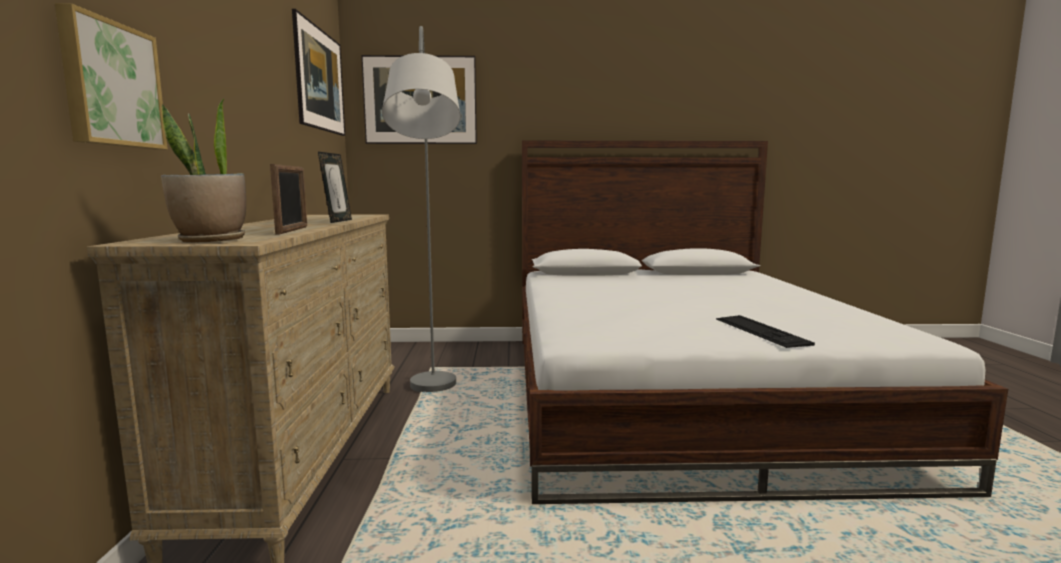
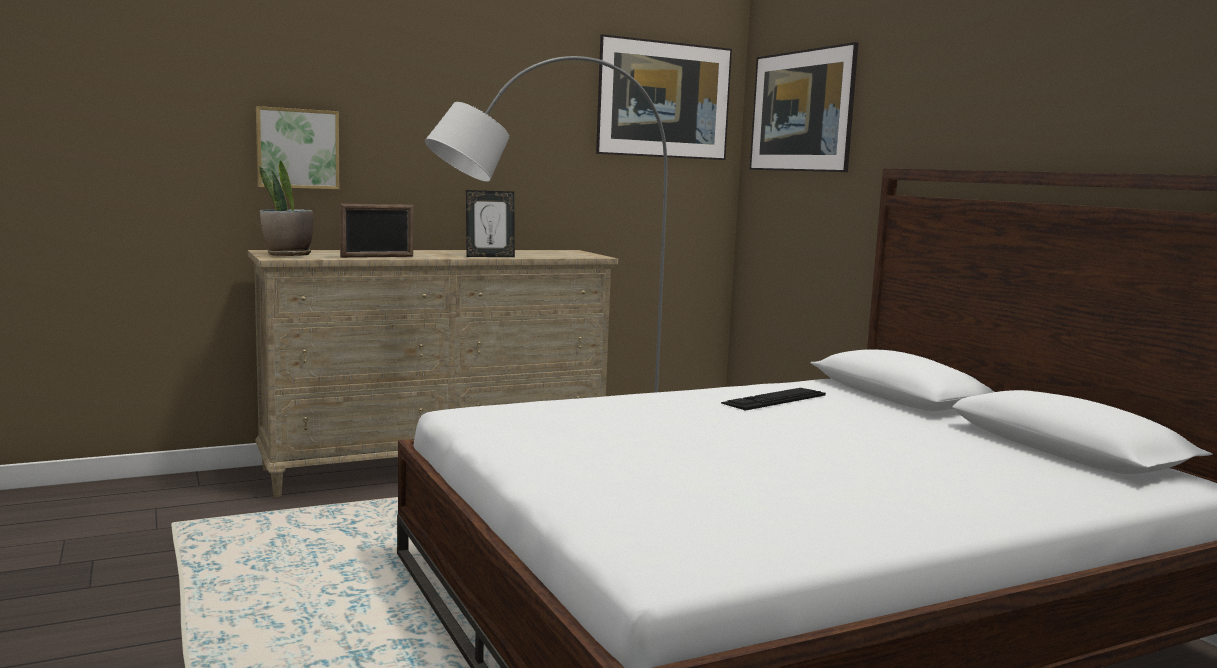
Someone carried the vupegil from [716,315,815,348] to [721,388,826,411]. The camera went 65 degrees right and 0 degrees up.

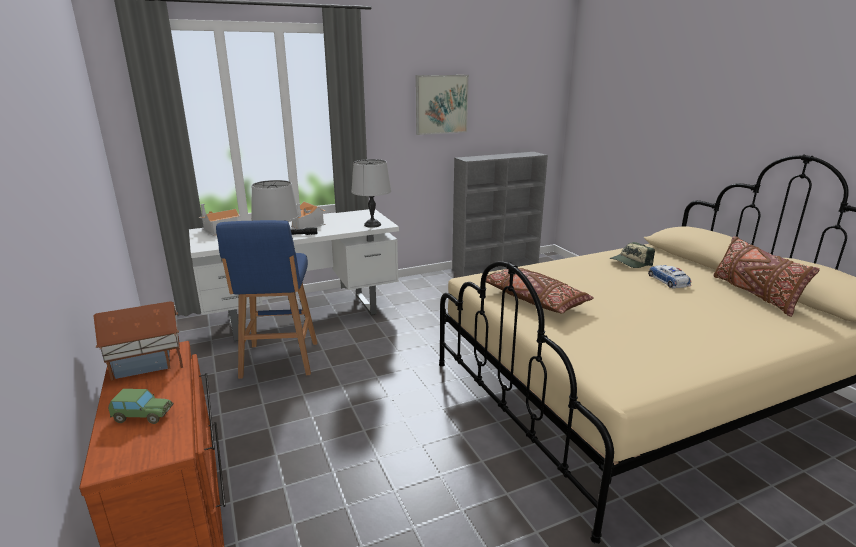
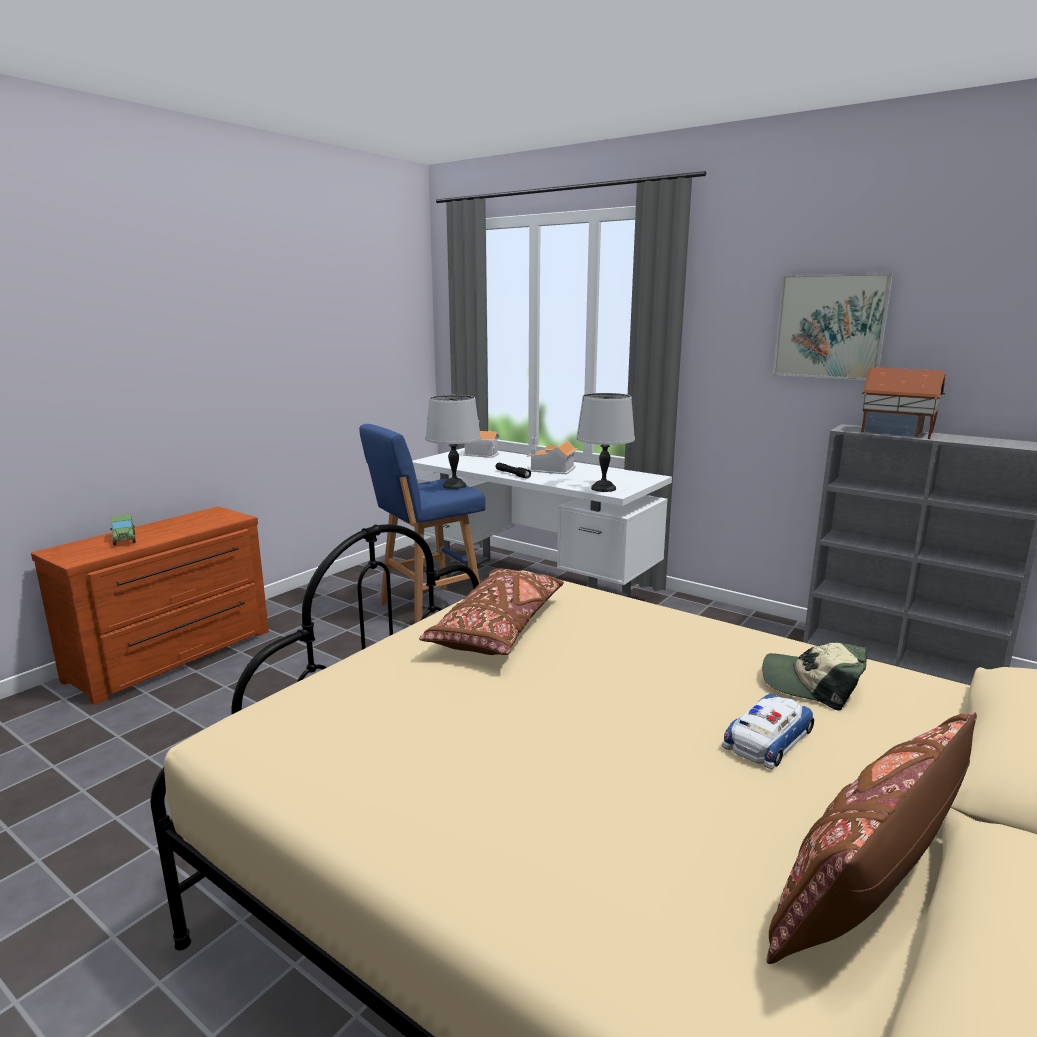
Someone carried the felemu from [93,301,183,381] to [861,367,946,439]. The camera went 60 degrees right and 5 degrees down.

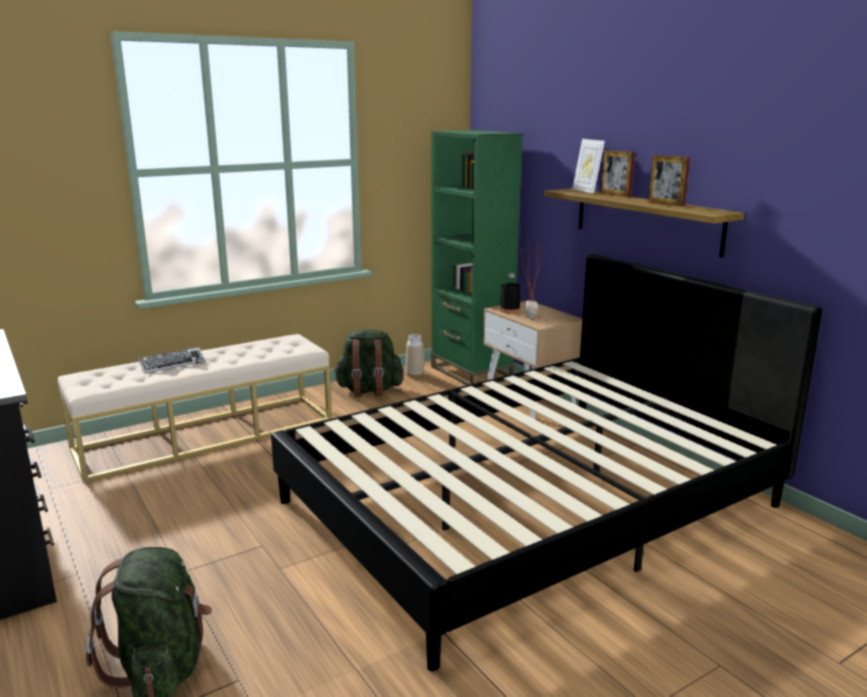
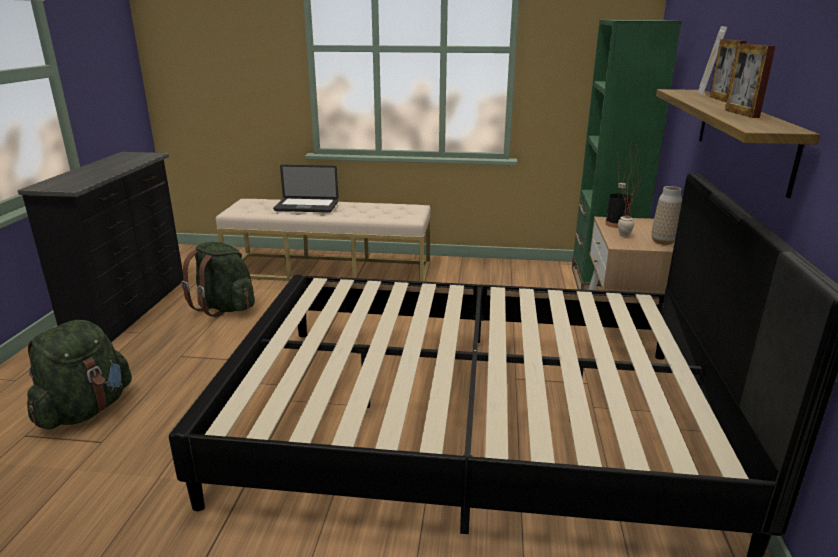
Someone carried the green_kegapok from [334,329,403,397] to [181,242,255,317]. Someone carried the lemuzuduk from [406,334,424,377] to [652,186,682,245]. Someone swapped the vupegil at [138,347,206,374] for the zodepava at [273,165,339,213]. The camera went 40 degrees right and 5 degrees up.

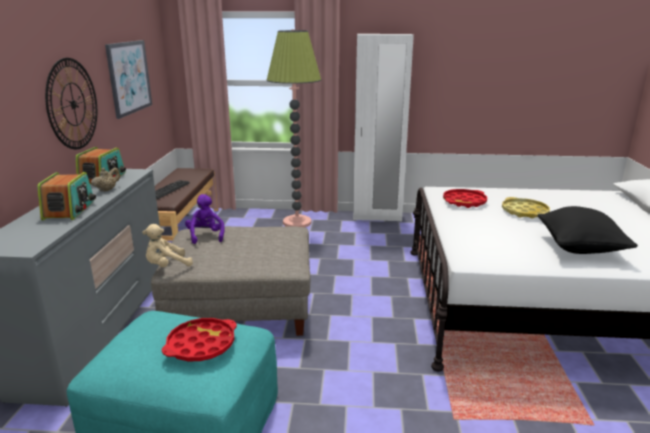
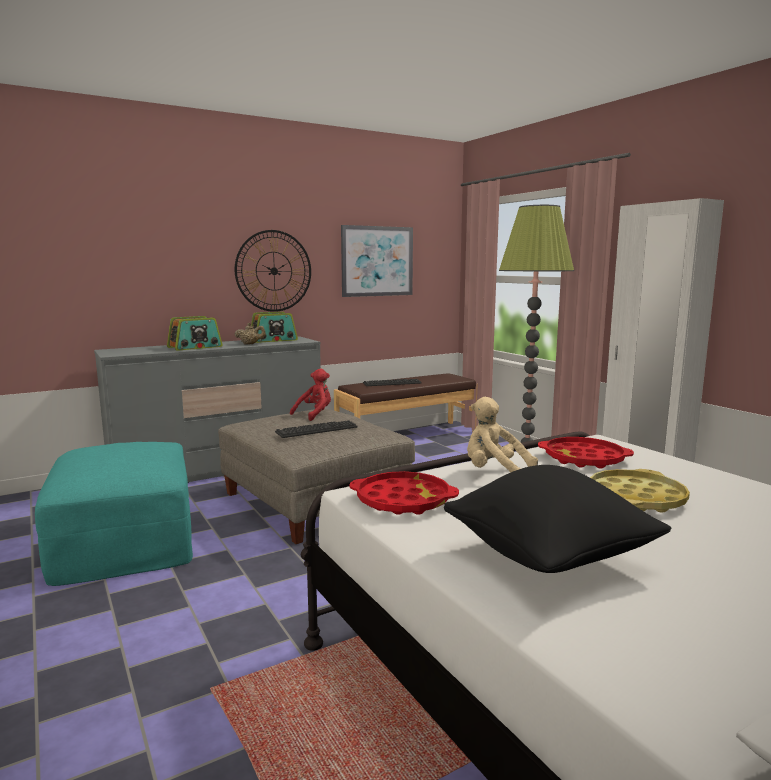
Someone put down the vupegil at [275,420,358,438]. Someone carried the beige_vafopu from [142,224,193,267] to [467,397,538,473]. Someone carried the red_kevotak from [162,318,237,361] to [349,471,459,515]. Someone repainted the purple_vafopu at [185,194,225,244], which became the red_vafopu at [290,369,331,421]. The camera went 55 degrees right and 10 degrees down.

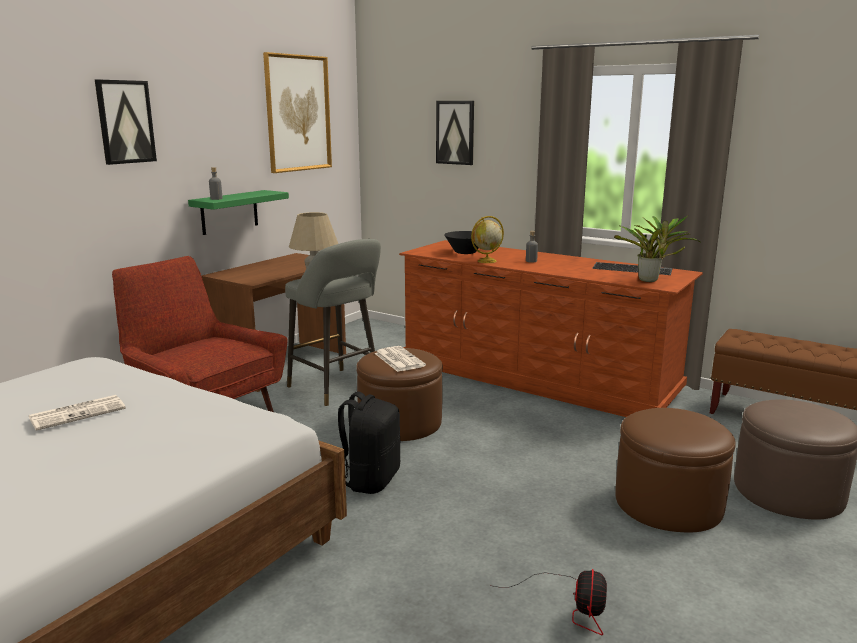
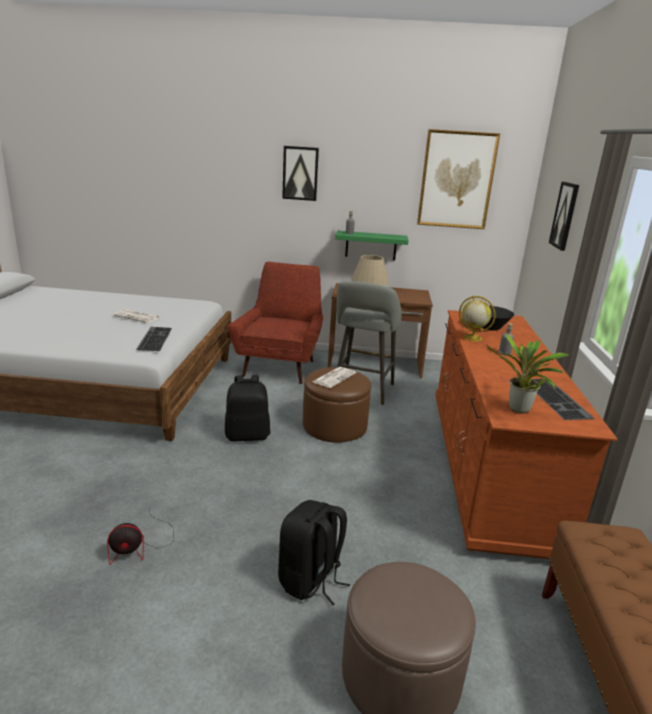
Someone put down the vupegil at [136,327,172,351]. Someone swapped the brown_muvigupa at [615,408,736,532] for the black_kegapok at [278,500,350,605]. The camera went 60 degrees right and 5 degrees up.

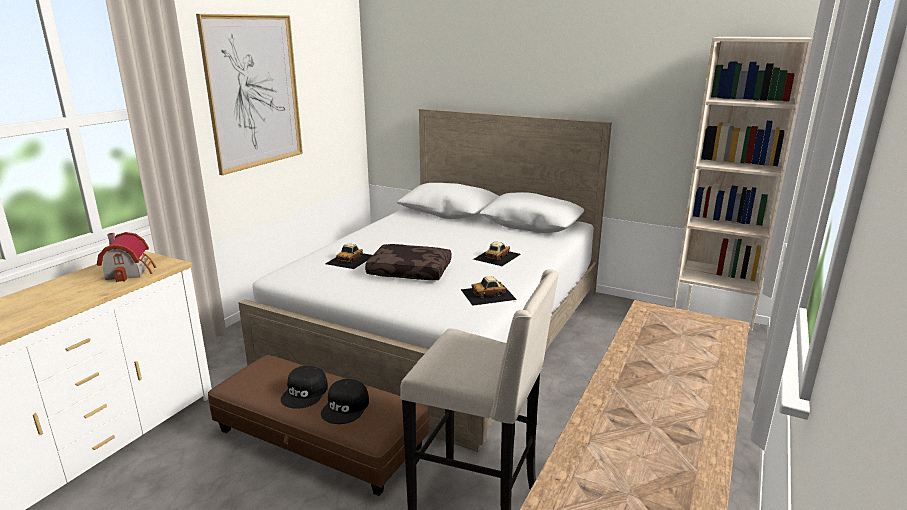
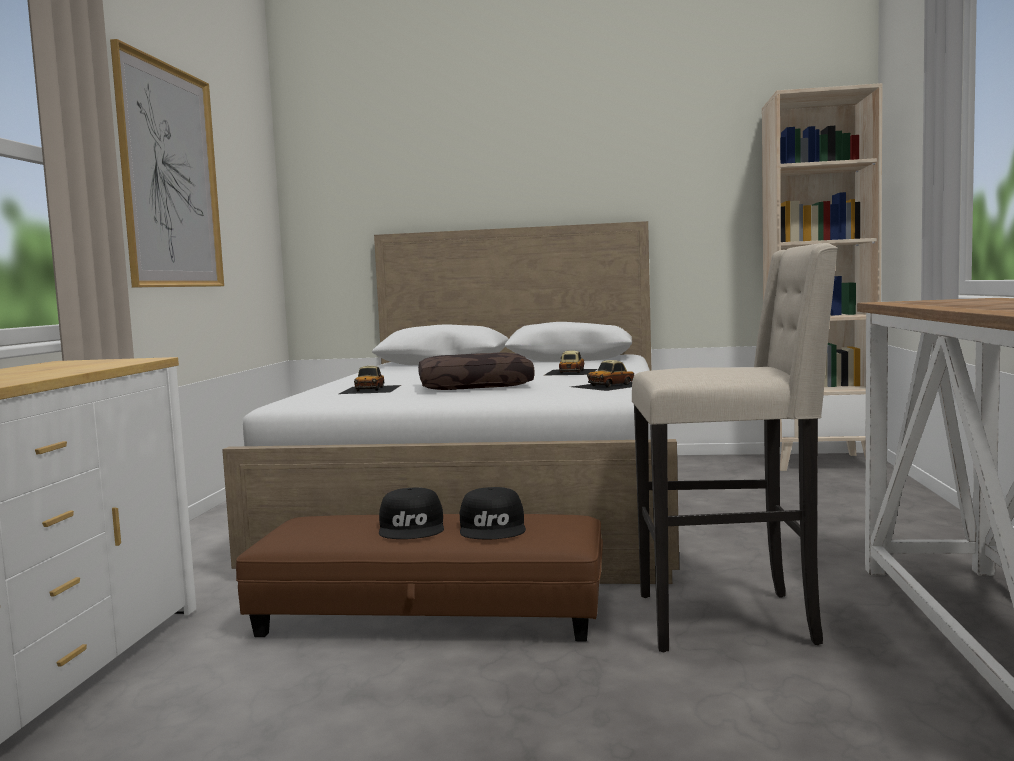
Someone took away the felemu at [97,232,157,282]. The camera went 20 degrees left and 15 degrees down.

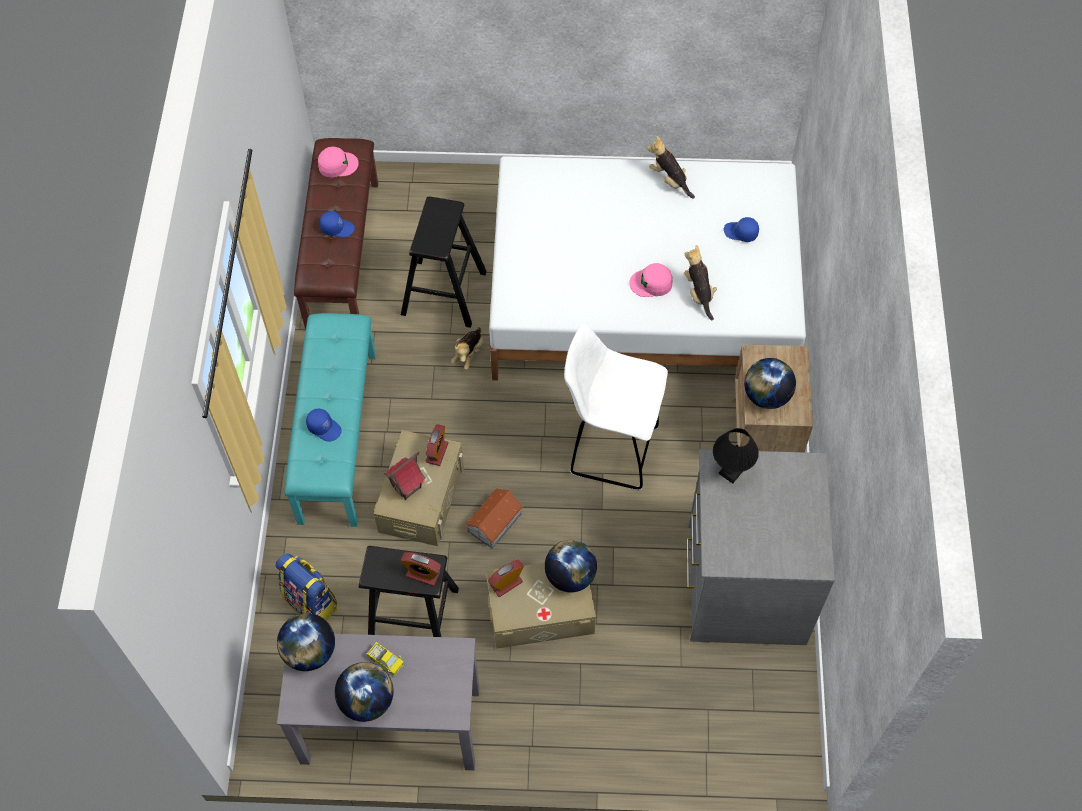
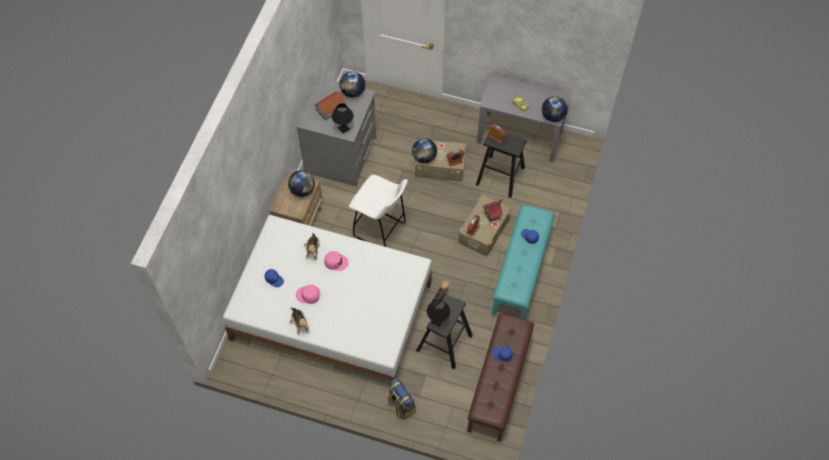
Someone put down the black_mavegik at [427,299,450,327]. Someone carried the kegapok from [276,553,337,620] to [388,378,416,420]. Someone carried the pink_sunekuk from [318,147,359,178] to [296,285,320,304]. Someone carried the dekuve from [335,662,394,722] to [339,71,365,98]. Someone carried the felemu from [465,488,523,549] to [314,92,346,120]. The camera went 165 degrees left and 0 degrees up.

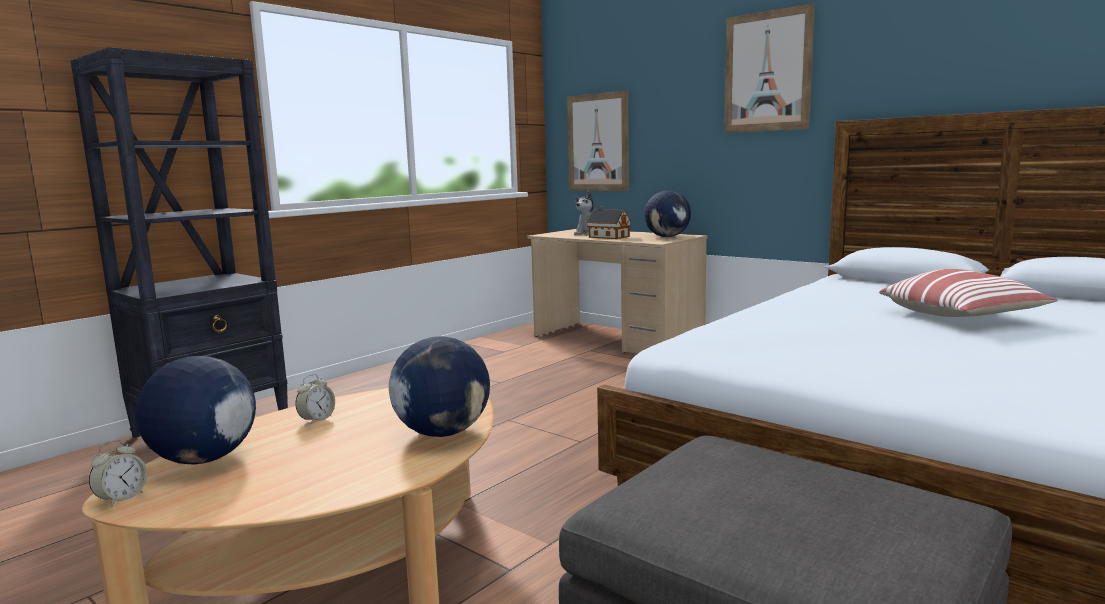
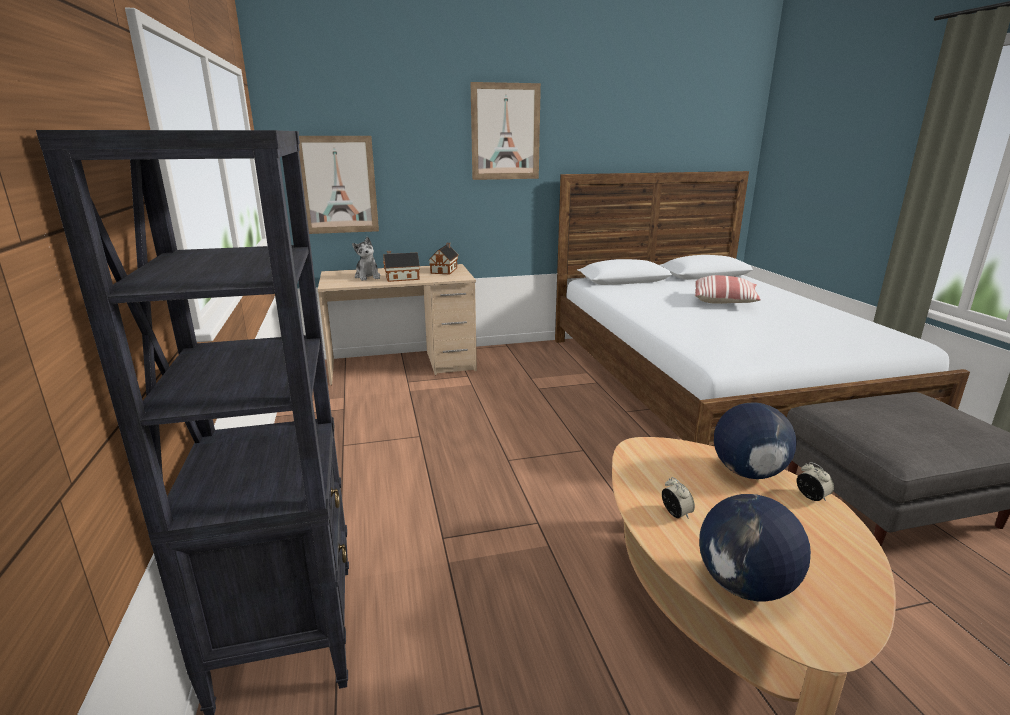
Someone carried the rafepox from [89,440,147,507] to [797,462,834,501]. Someone swapped the dekuve at [644,190,691,237] for the felemu at [428,243,459,275]. The camera went 55 degrees left and 10 degrees up.

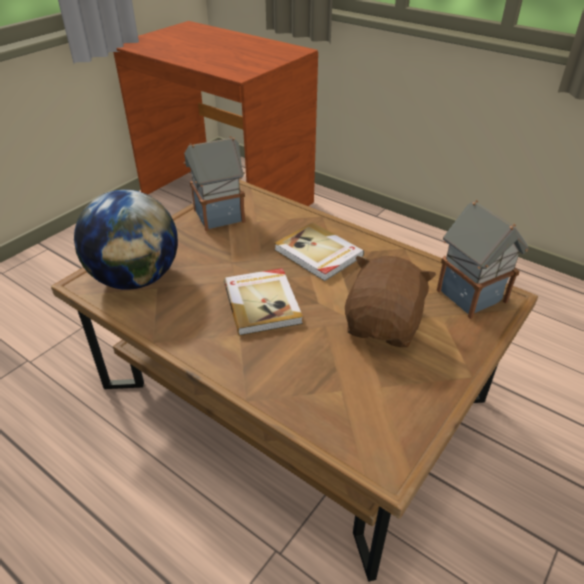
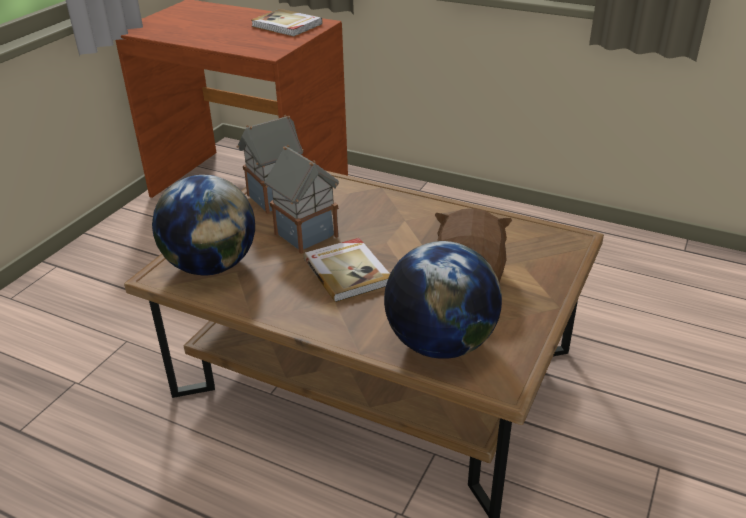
Someone put down the dekuve at [384,241,502,359]. Someone carried the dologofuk from [274,222,364,281] to [252,9,323,36]. Someone carried the felemu from [437,200,529,319] to [264,145,339,254]. The camera went 10 degrees left and 5 degrees down.

